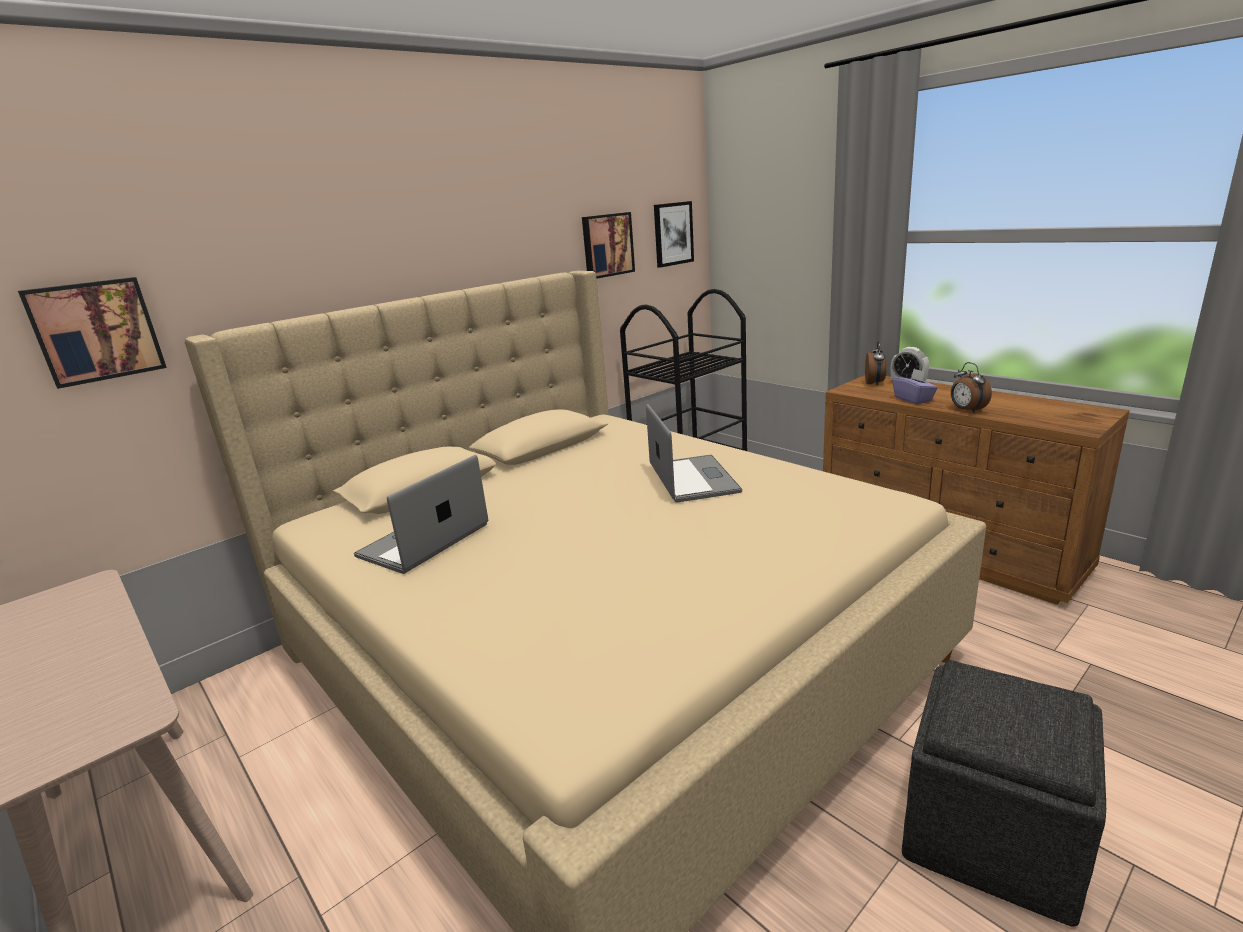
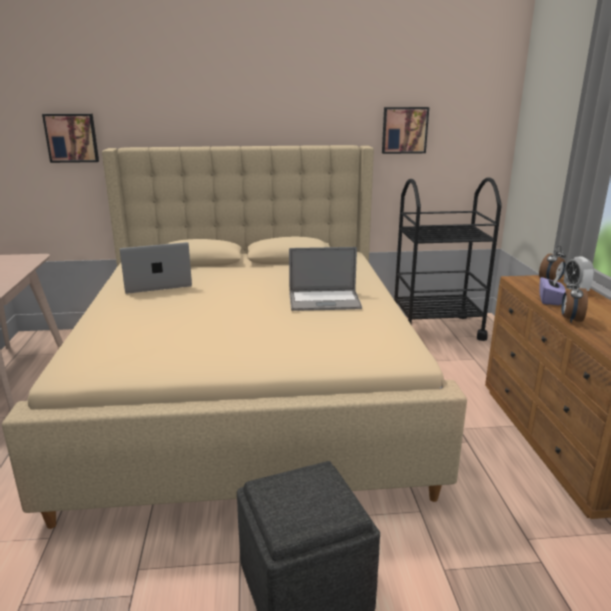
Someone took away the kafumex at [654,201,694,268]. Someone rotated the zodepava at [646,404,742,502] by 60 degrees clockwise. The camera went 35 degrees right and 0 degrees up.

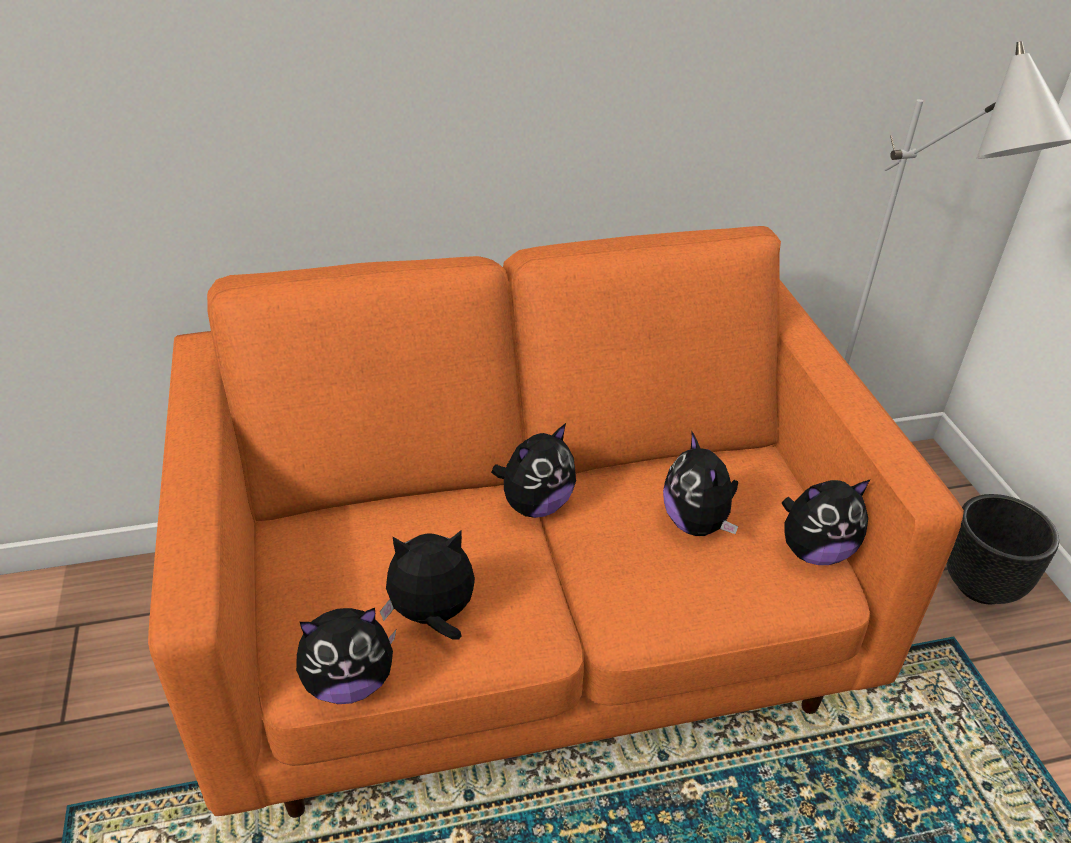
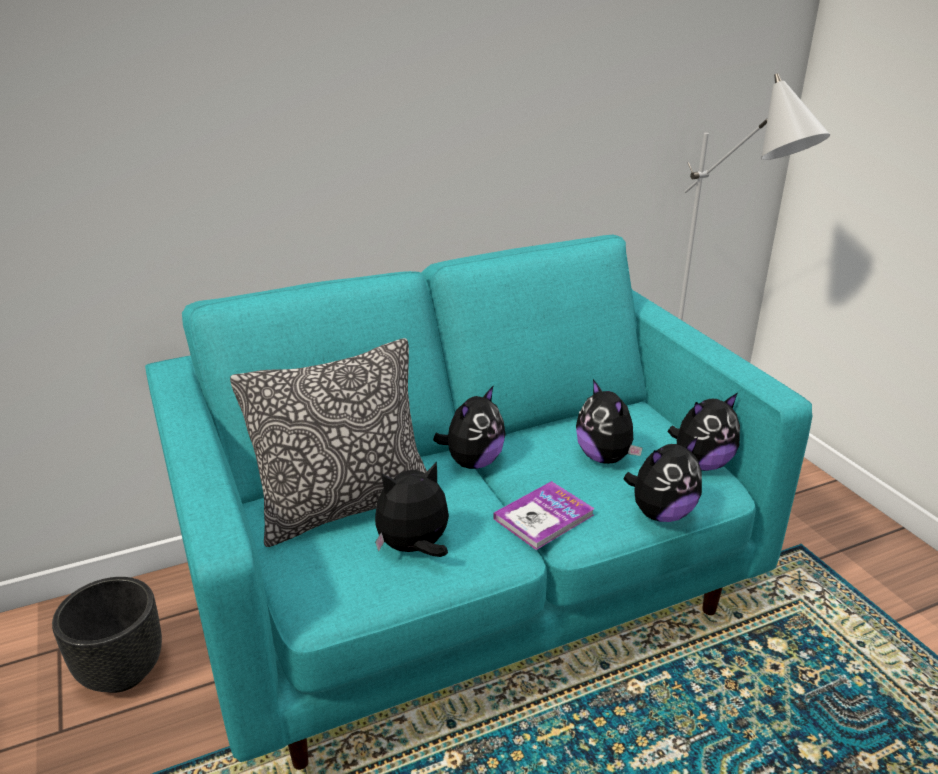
Someone put down the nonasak at [230,338,427,547]. Someone put down the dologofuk at [493,481,595,550]. Someone carried the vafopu from [296,608,396,704] to [624,437,702,522]. Someone carried the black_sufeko from [946,494,1059,605] to [52,577,162,693]. Someone repainted the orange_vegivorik at [148,226,964,818], which became the turquoise_vegivorik at [145,235,812,770]. The camera went 10 degrees left and 10 degrees down.

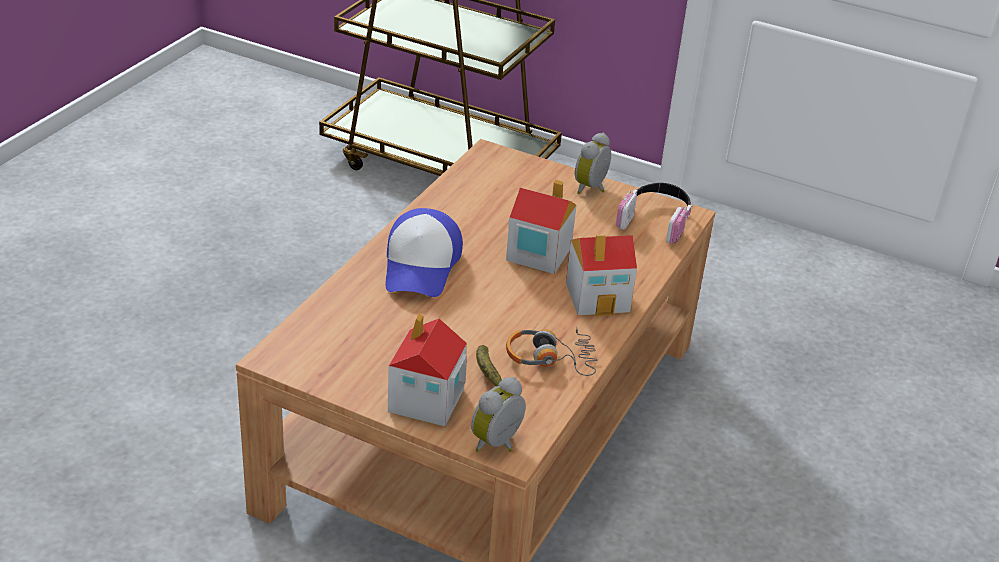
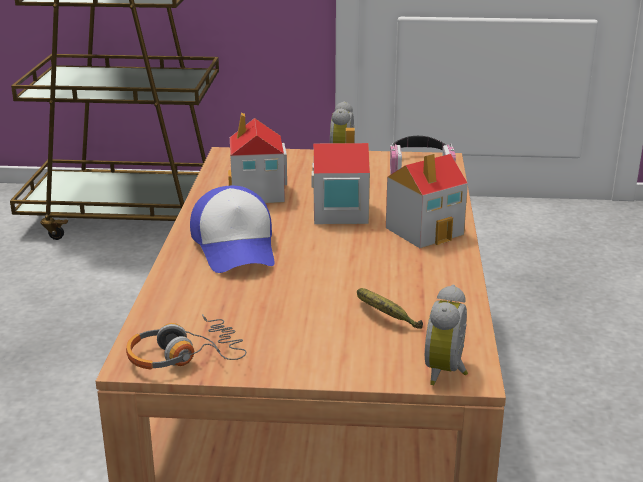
Someone carried the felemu from [388,313,467,427] to [228,112,287,203]. Someone carried the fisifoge from [506,327,598,376] to [126,314,246,369]. The camera went 20 degrees left and 10 degrees down.

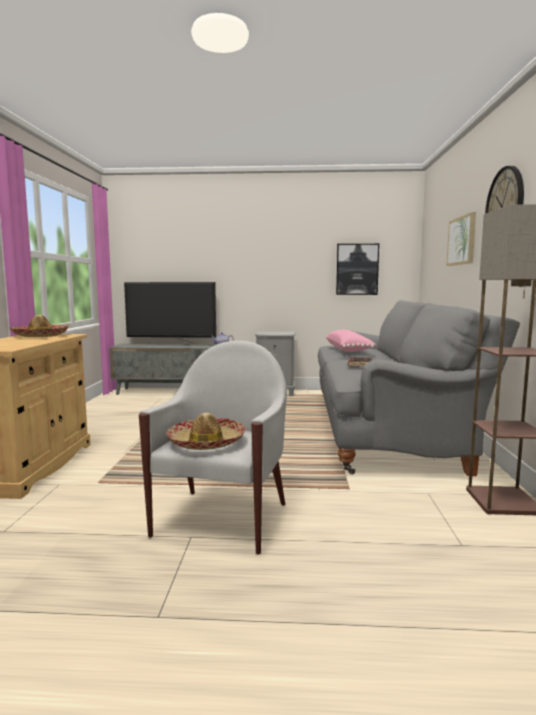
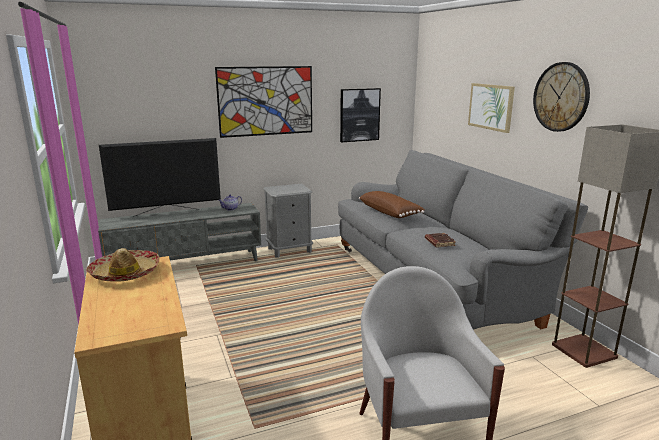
Someone took away the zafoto at [166,412,246,450]. Someone put up the kafumex at [215,66,312,138]. Someone repainted the pink_nonasak at [326,330,376,352], which became the brown_nonasak at [359,191,425,218]. The camera went 25 degrees left and 10 degrees up.

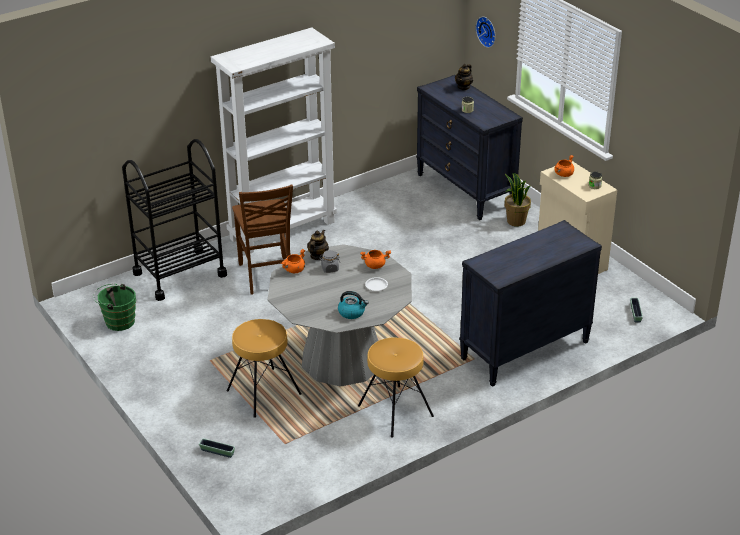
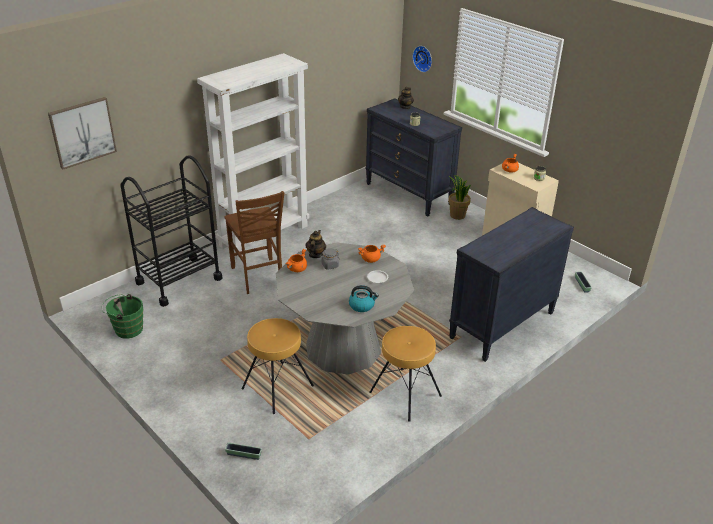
Someone put up the kafumex at [48,97,117,169]. The camera went 10 degrees left and 0 degrees up.

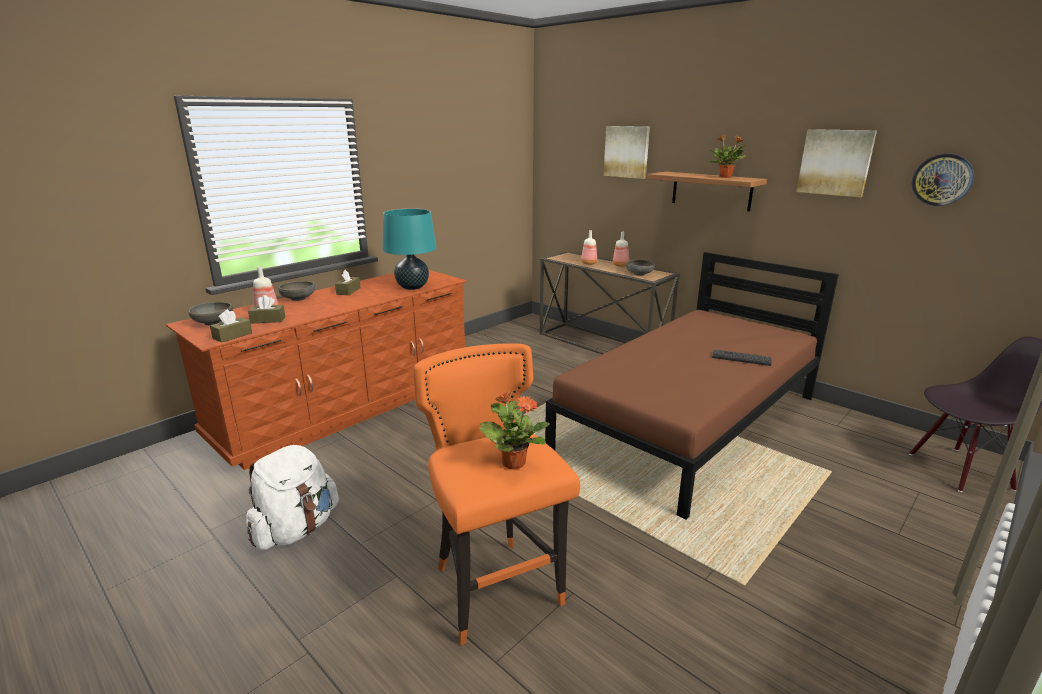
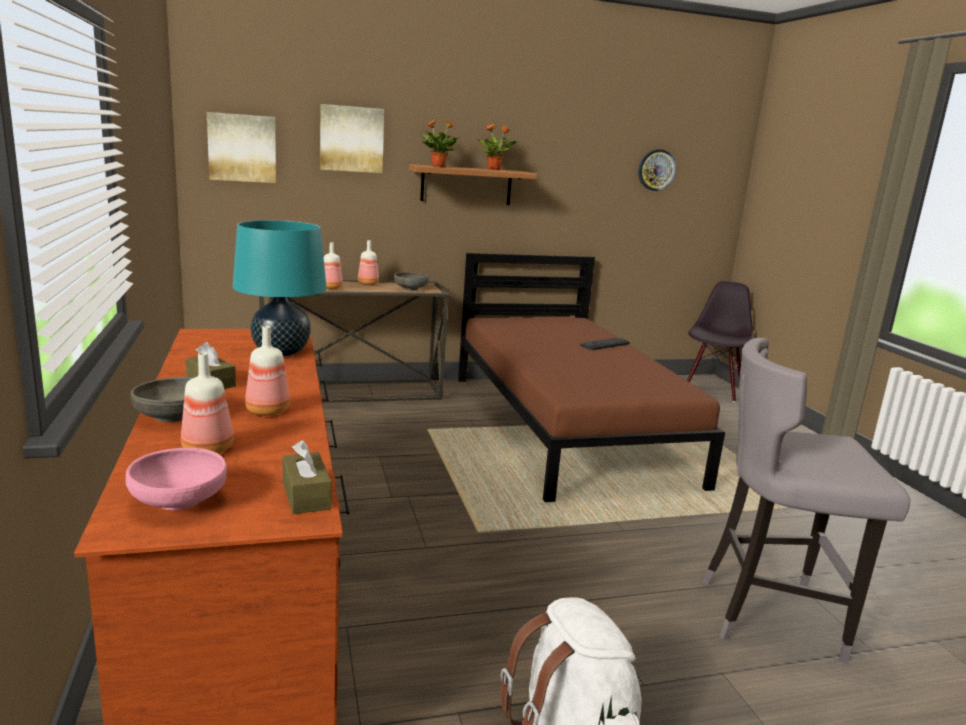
Someone took away the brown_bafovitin at [248,295,285,324]. Someone put down the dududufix at [245,326,290,416]. Someone carried the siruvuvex from [479,390,550,469] to [421,120,460,167]. Someone carried the kafumex from [796,129,877,197] to [207,112,276,183]. Someone repainted the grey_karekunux at [189,302,233,325], which became the pink_karekunux at [126,448,227,510]. Someone repainted the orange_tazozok at [413,343,580,645], which became the grey_tazozok at [702,338,910,664]. The camera went 60 degrees left and 5 degrees down.

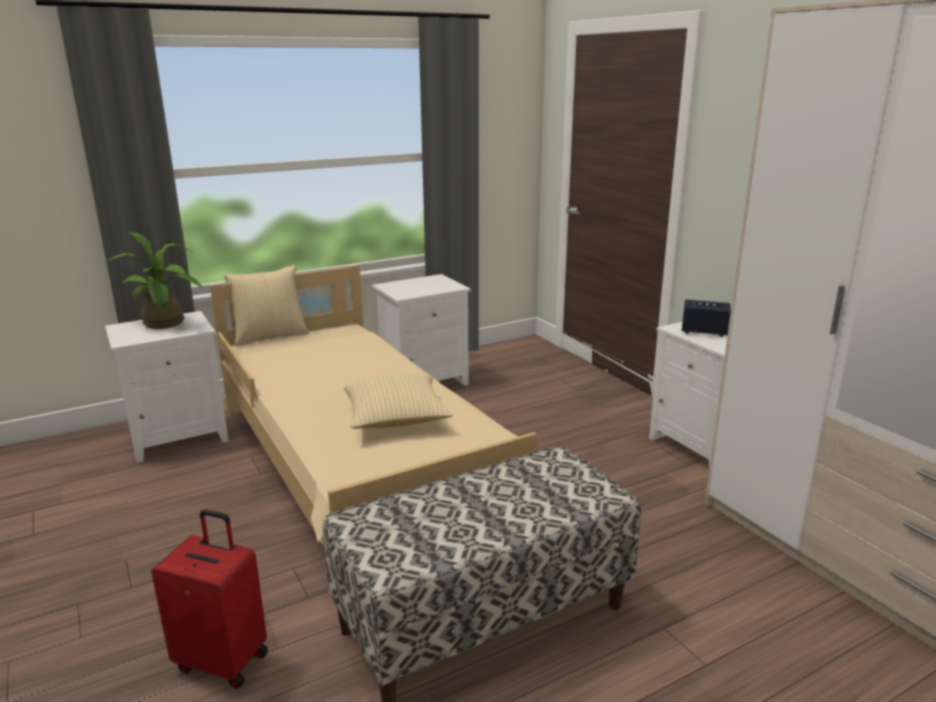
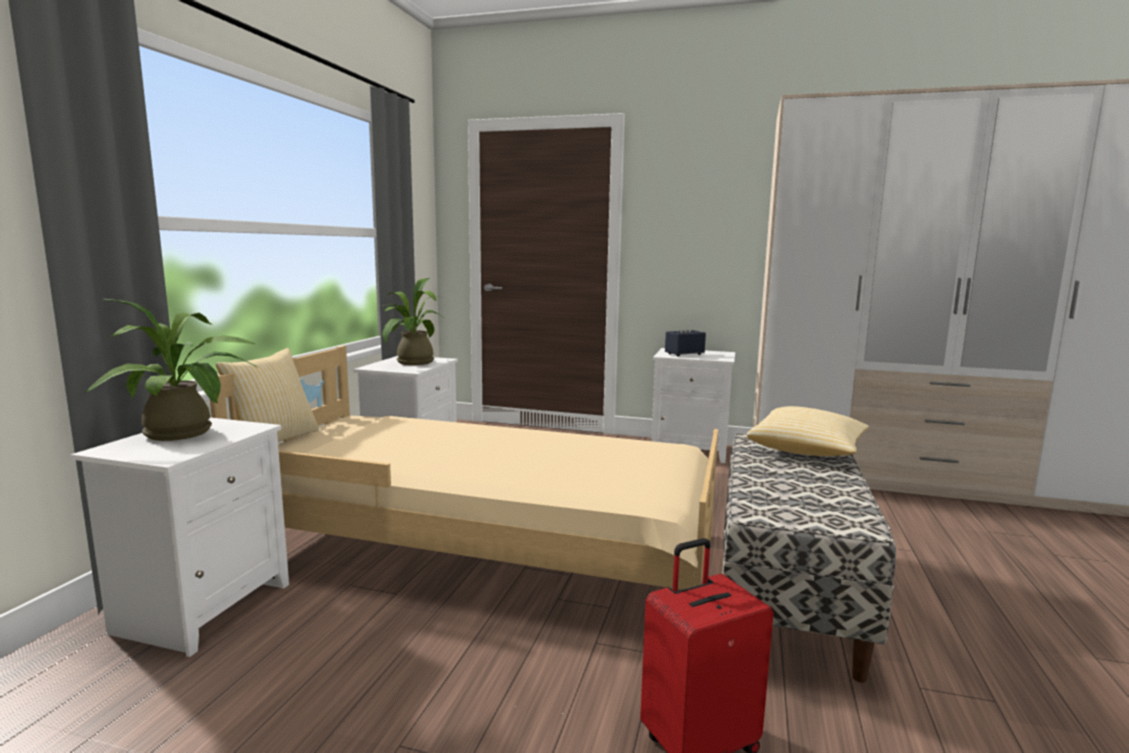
Someone put down the siruvuvex at [381,278,443,365]. Someone carried the nonasak from [344,374,453,429] to [747,406,869,456]. The camera went 45 degrees left and 10 degrees down.

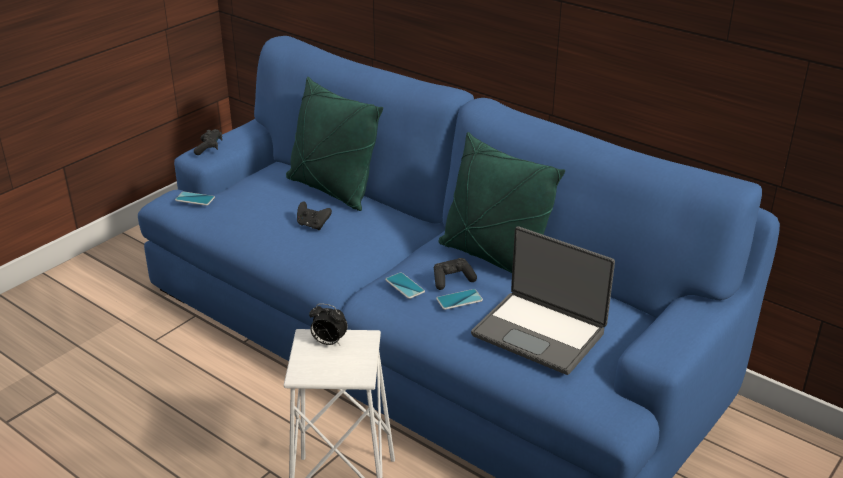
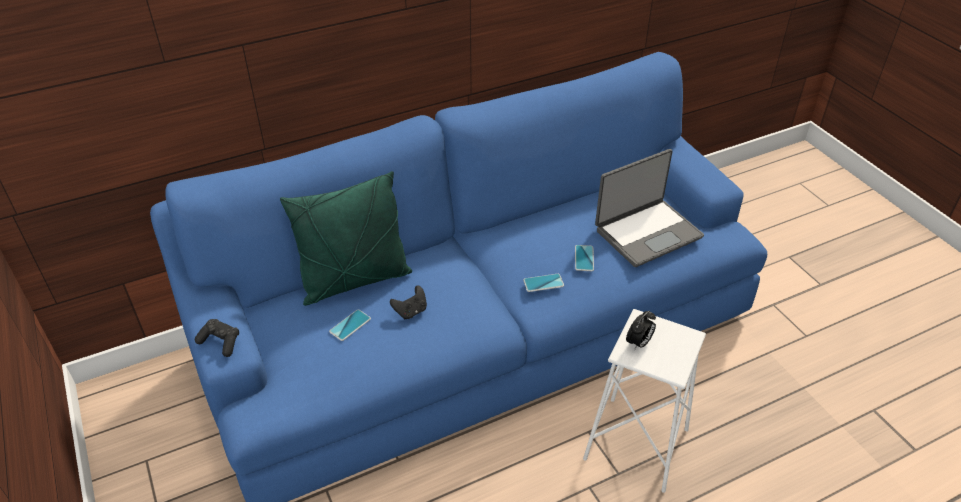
Someone took away the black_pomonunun at [434,258,477,290]. Someone took away the green_nonasak at [438,132,565,273]. Someone carried the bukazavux from [175,192,215,206] to [329,310,371,341]. The camera went 65 degrees left and 10 degrees up.

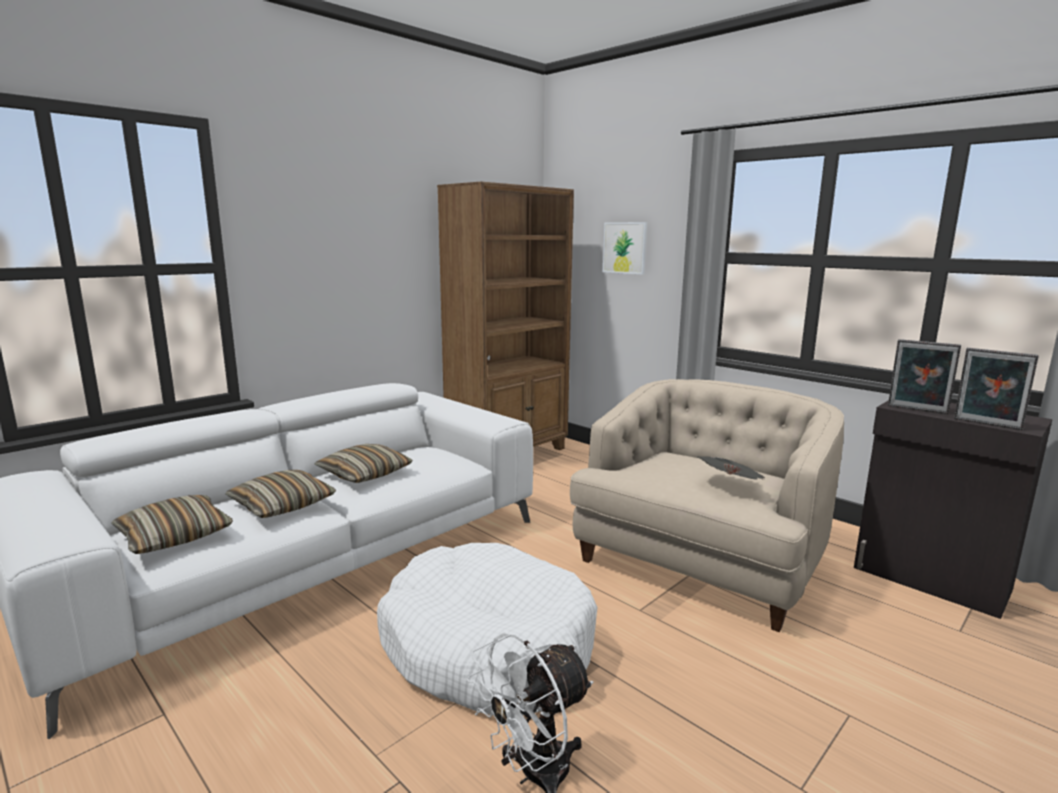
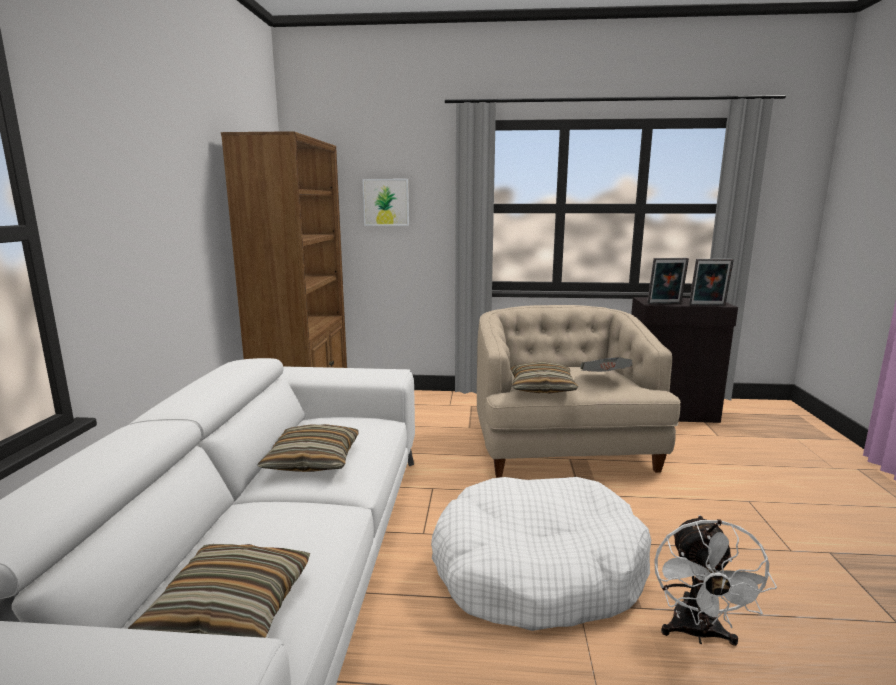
Someone carried the nonasak from [225,470,336,518] to [510,362,578,394]. The camera went 40 degrees left and 0 degrees up.

